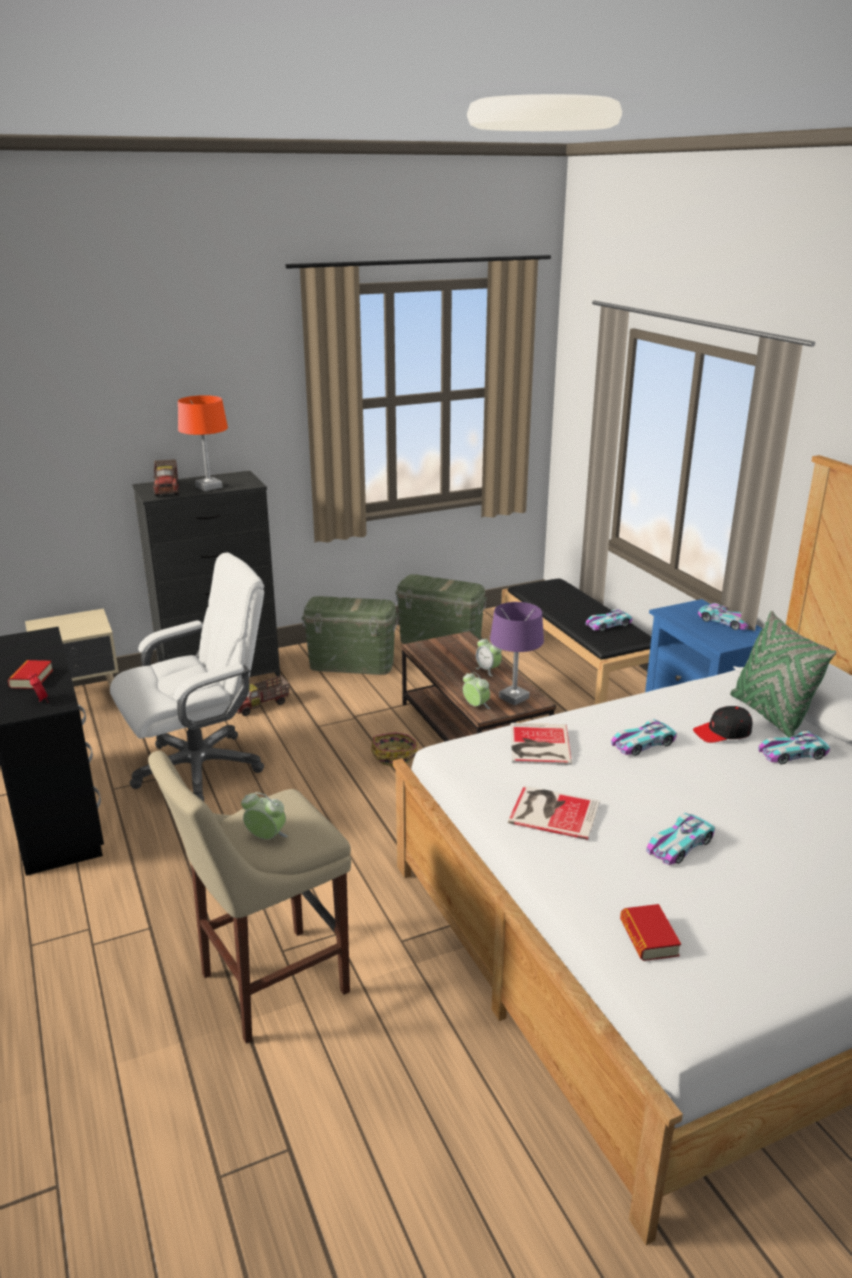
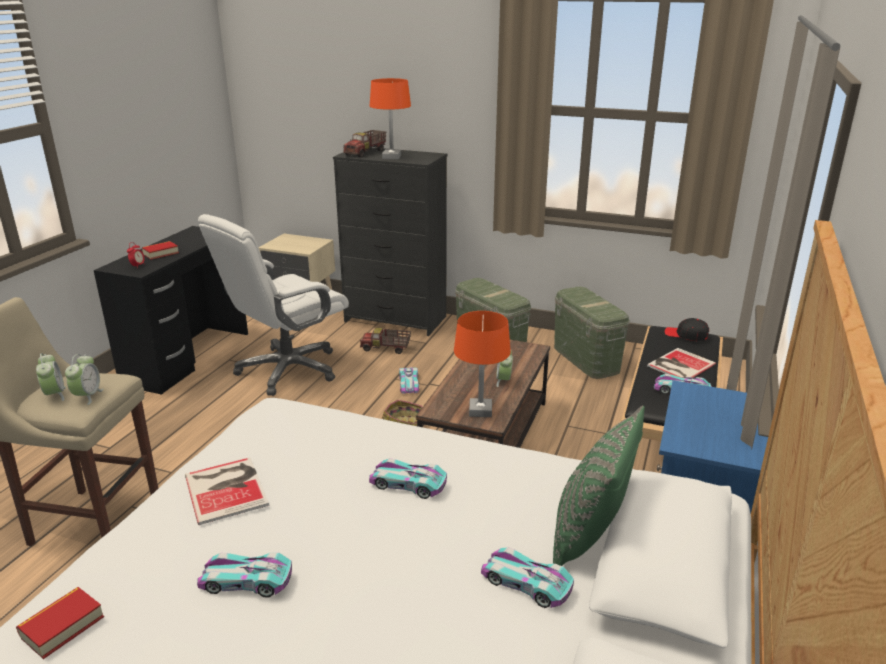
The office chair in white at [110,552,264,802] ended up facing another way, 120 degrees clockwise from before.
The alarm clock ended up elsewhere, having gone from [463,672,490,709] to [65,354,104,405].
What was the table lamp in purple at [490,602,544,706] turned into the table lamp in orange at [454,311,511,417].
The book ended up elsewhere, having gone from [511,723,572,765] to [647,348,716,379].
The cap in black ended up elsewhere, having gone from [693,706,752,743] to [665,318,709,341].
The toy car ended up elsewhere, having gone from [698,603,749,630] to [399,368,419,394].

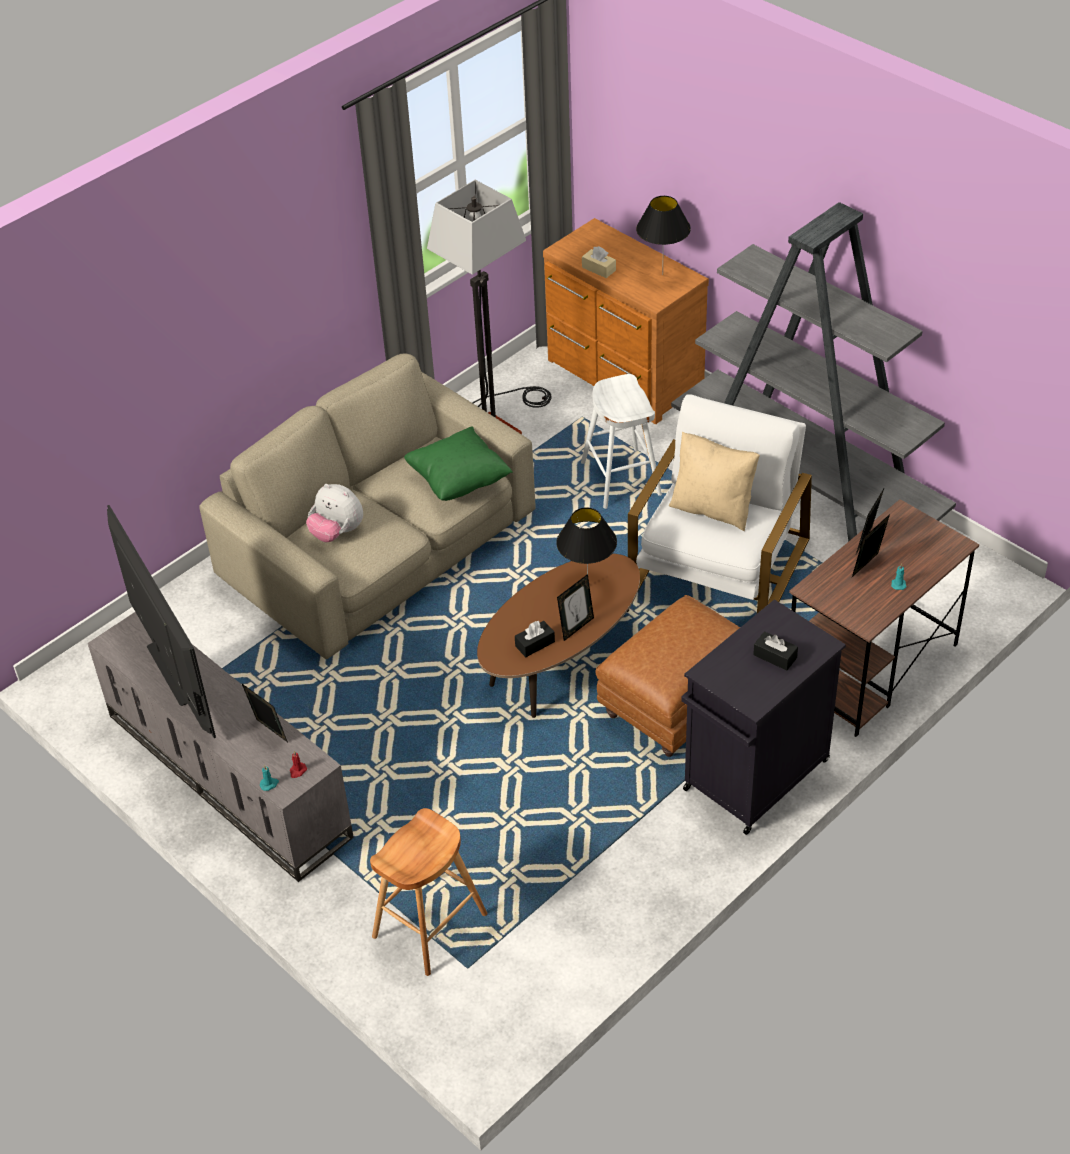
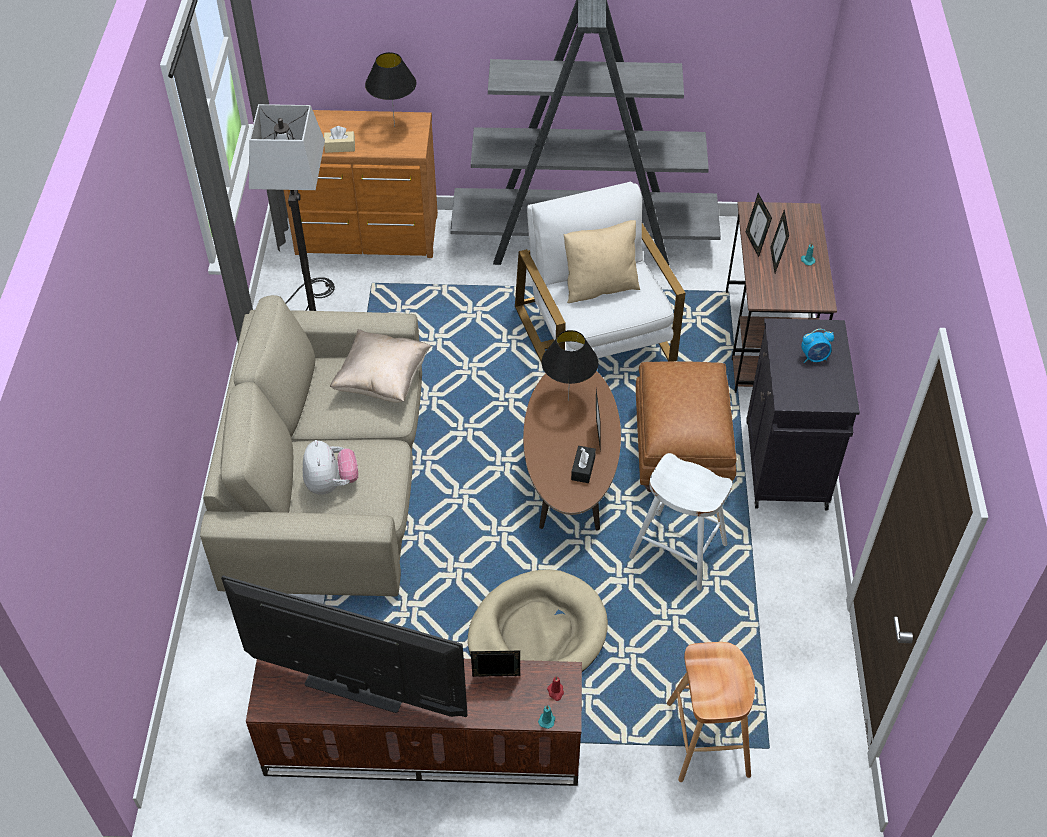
What was the tv stand in grey at [88,612,354,882] turned into the tv stand in brown at [246,659,582,786].
The plush toy at [306,484,363,542] ended up facing another way, 90 degrees counterclockwise from before.
What was the pillow in green at [404,426,513,501] turned into the pillow in beige at [330,329,432,403].
The stool in white ended up elsewhere, having gone from [581,374,662,509] to [629,453,732,591].
Where the tissue box in black stood at [753,631,798,670], the alarm clock came to stand at [801,329,834,363].
The second view gained the dog bed in beige at [468,569,608,672].

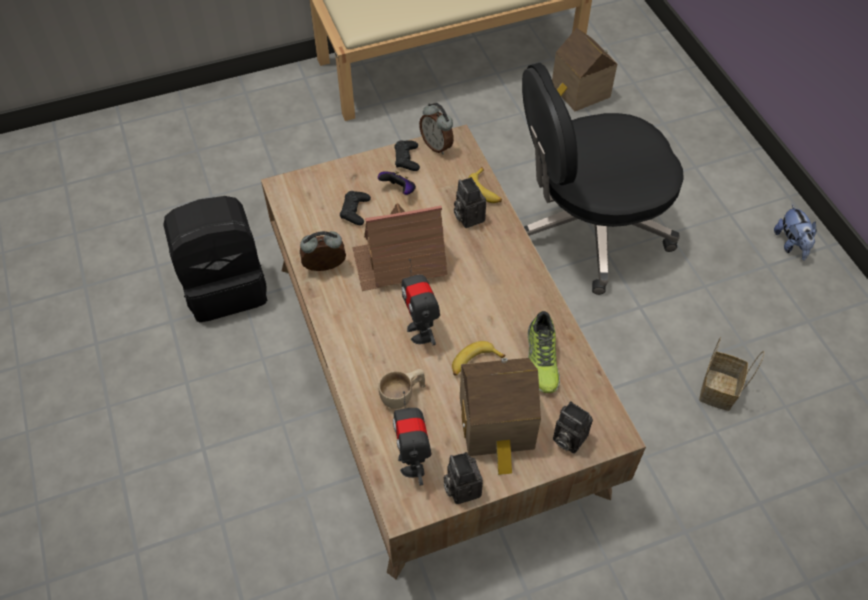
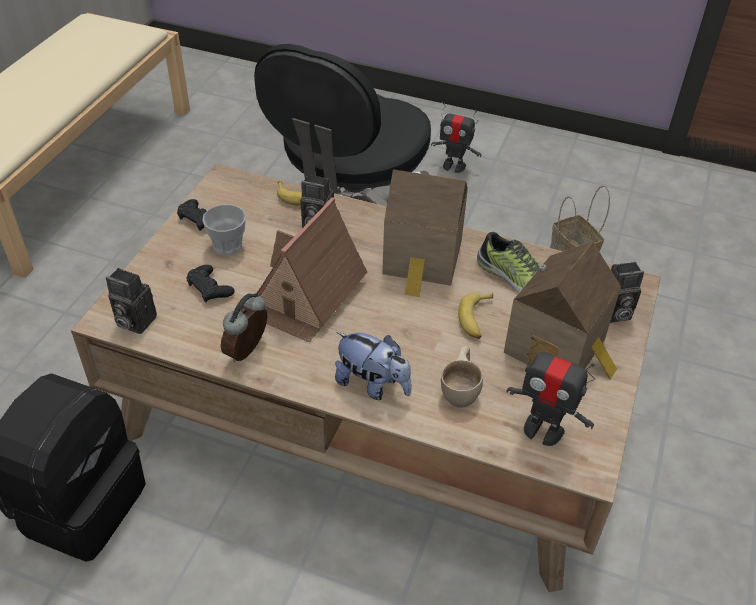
Where the game controller stood at [378,171,416,195], the cup came to stand at [202,204,246,256].
The toy robot ended up elsewhere, having gone from [401,259,440,345] to [431,102,482,173].
The second view lost the alarm clock at [419,103,454,155].
The photo camera ended up elsewhere, having gone from [444,452,483,504] to [106,268,157,334].
The toy house ended up elsewhere, having gone from [552,28,617,111] to [382,169,468,297].
The plush toy ended up elsewhere, having gone from [774,204,816,261] to [335,332,412,400].

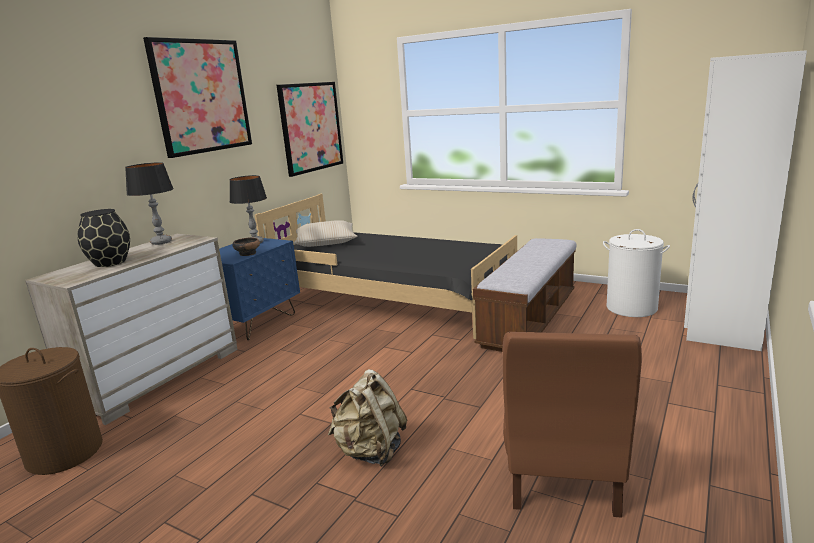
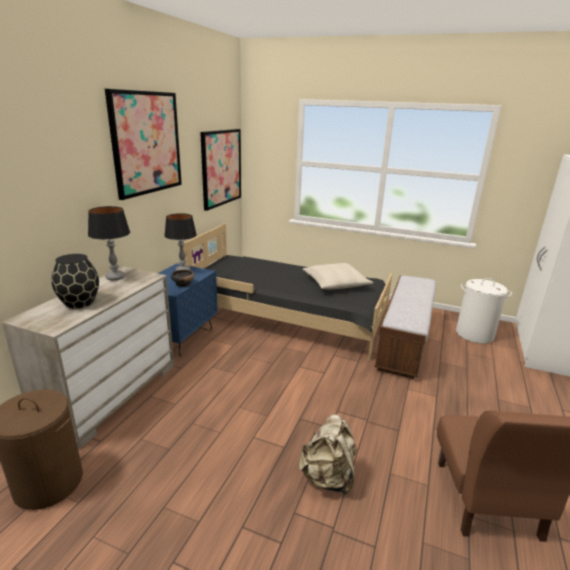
The pillow in beige ended up elsewhere, having gone from [293,220,358,247] to [303,263,373,290].

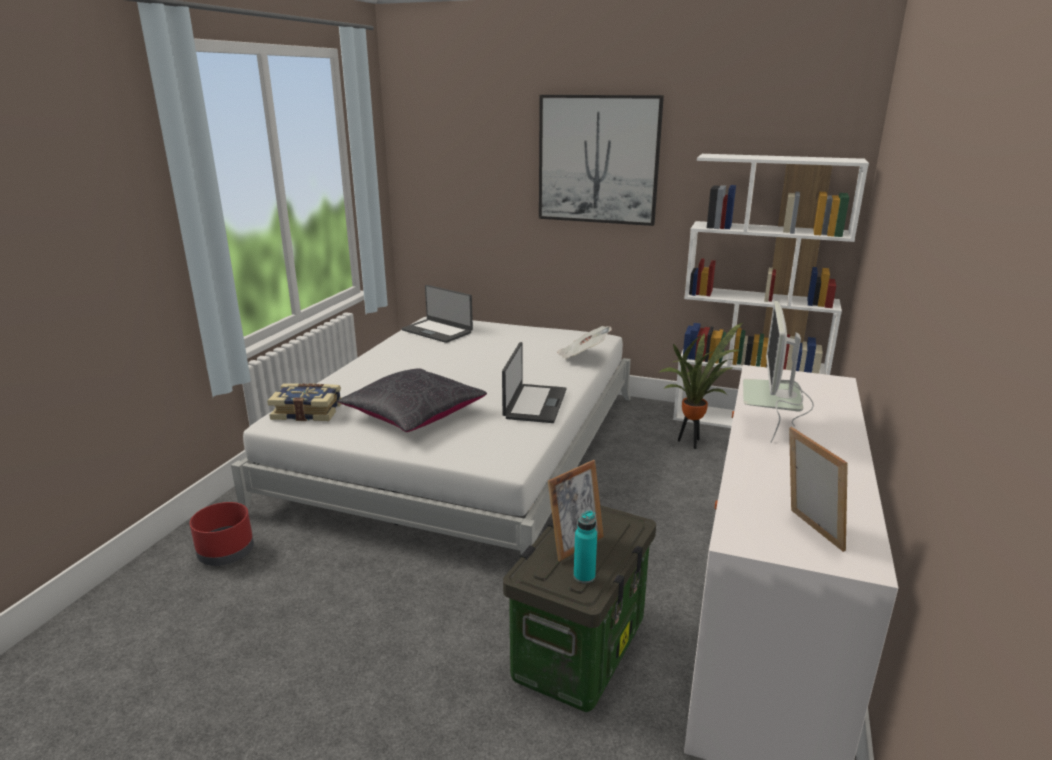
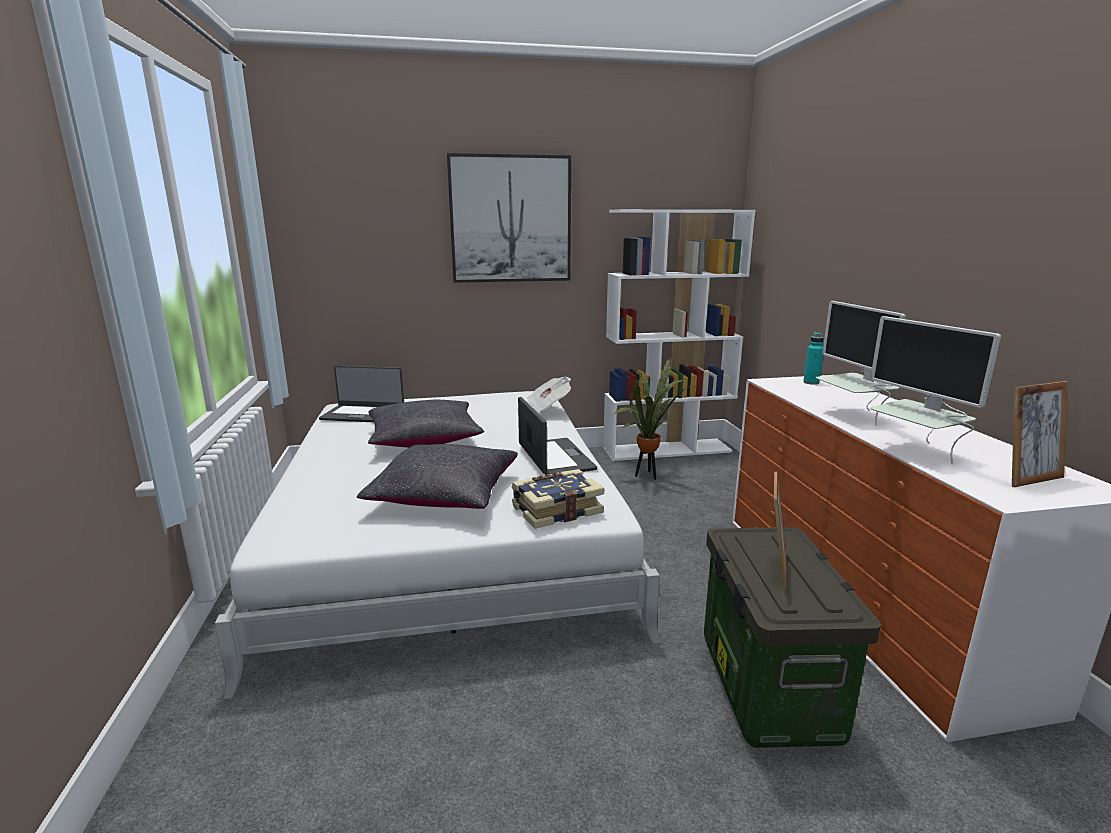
The second view lost the planter in red at [190,502,254,566].
The book ended up elsewhere, having gone from [267,383,342,421] to [512,469,604,529].
The bottle in turquoise ended up elsewhere, having gone from [574,510,597,583] to [803,332,824,385].
The picture frame at [789,427,848,552] ended up facing another way, 120 degrees clockwise from before.
The second view gained the pillow in black at [368,400,484,447].
The second view gained the monitor at [870,316,1001,464].

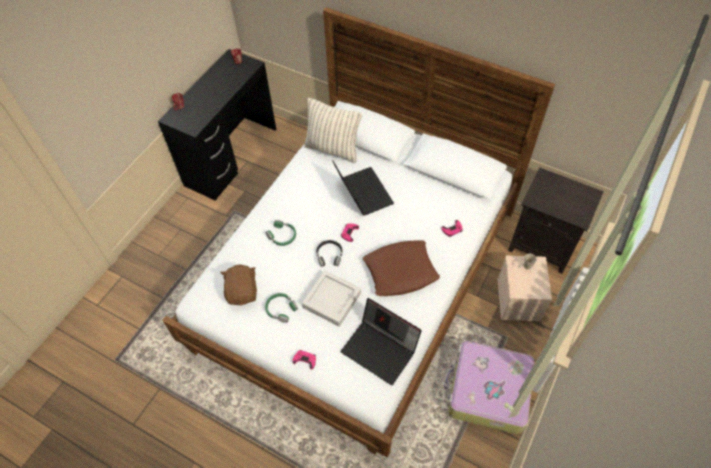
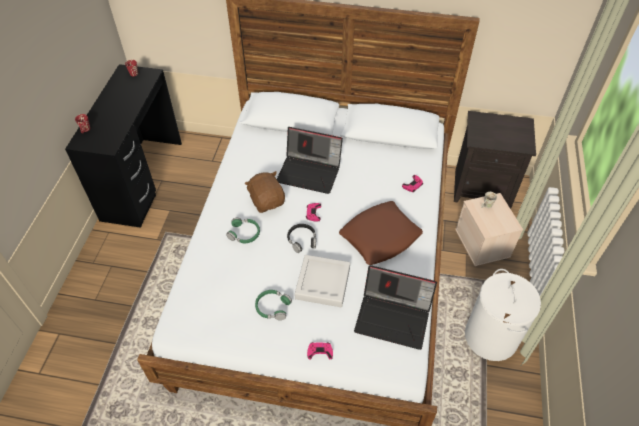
The plush toy in brown ended up elsewhere, having gone from [220,265,257,306] to [244,171,285,213].
The second view lost the pillow at [304,98,362,163].
The laptop at [332,160,394,215] ended up facing another way, 150 degrees clockwise from before.
Where the suitcase stood at [444,341,535,434], the laundry basket in white came to stand at [465,269,541,361].

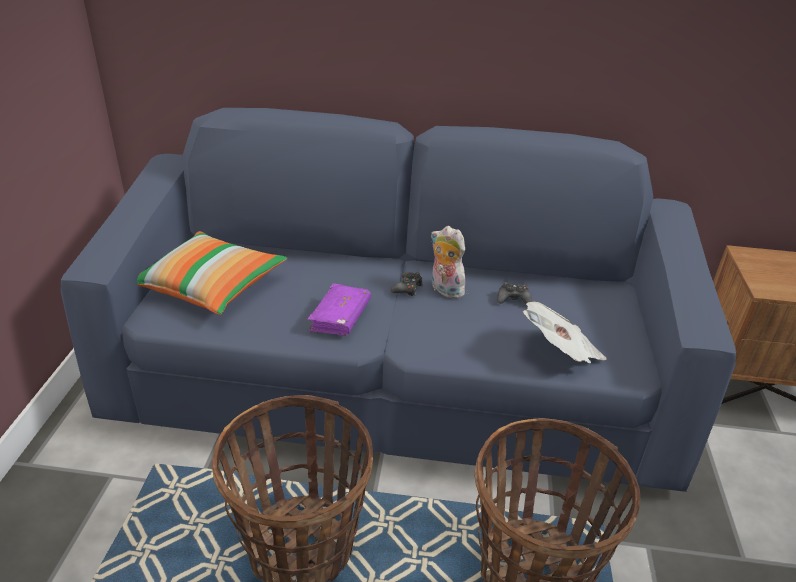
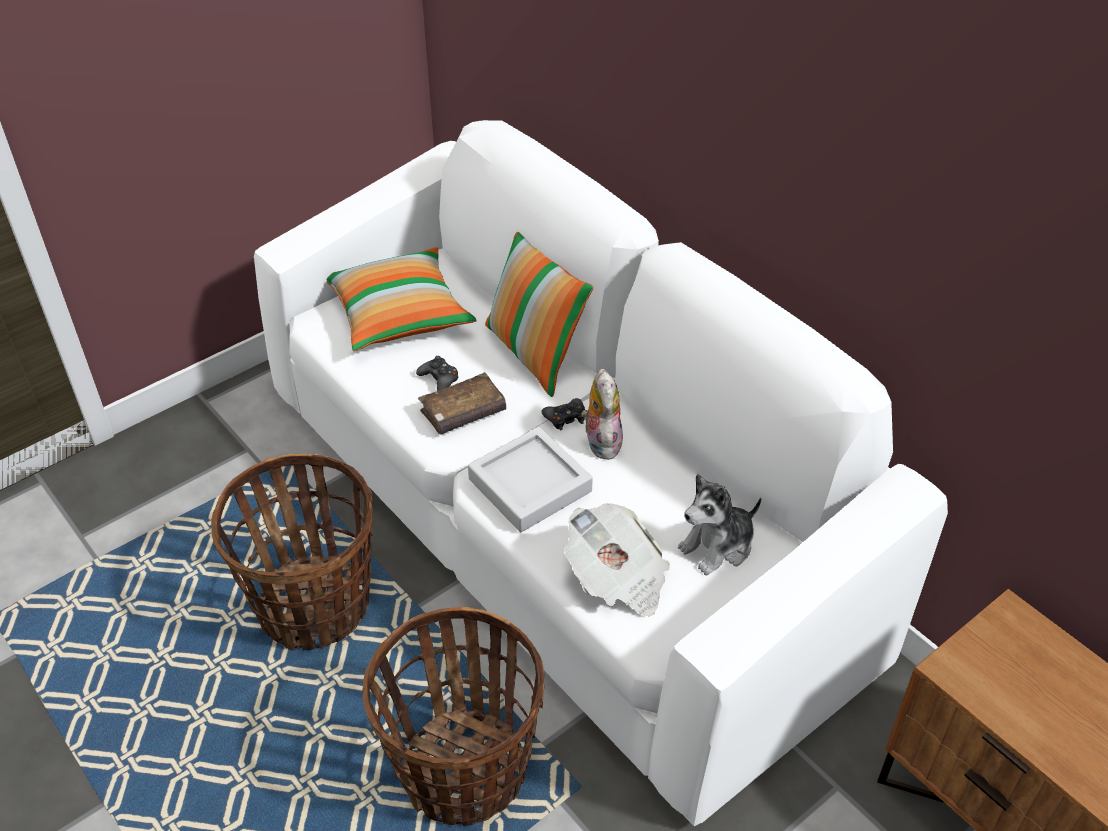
What was the sofa in blue at [61,108,736,492] turned into the sofa in white at [254,120,948,826].
What was the book in purple at [307,283,371,336] turned into the book in brown at [418,372,506,434].
The game controller in black ended up elsewhere, having gone from [497,282,532,304] to [416,356,458,391].
The second view gained the tray in grey at [468,427,593,532].
The second view gained the pillow at [485,232,593,397].
The second view gained the plush toy at [678,474,761,576].

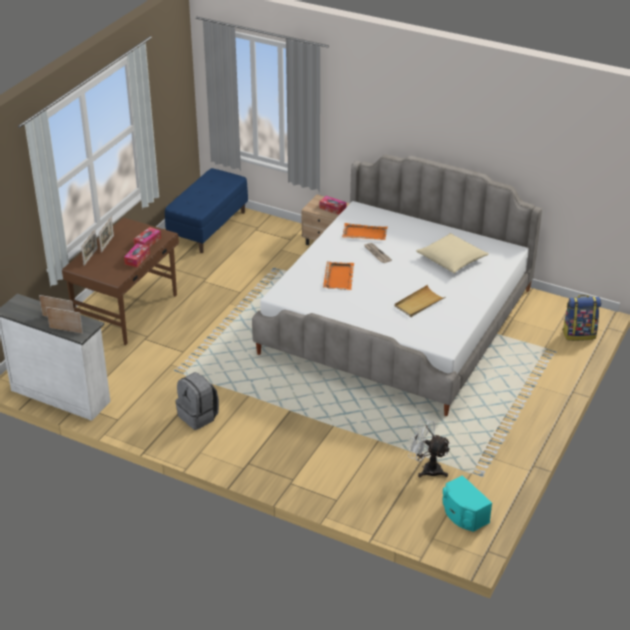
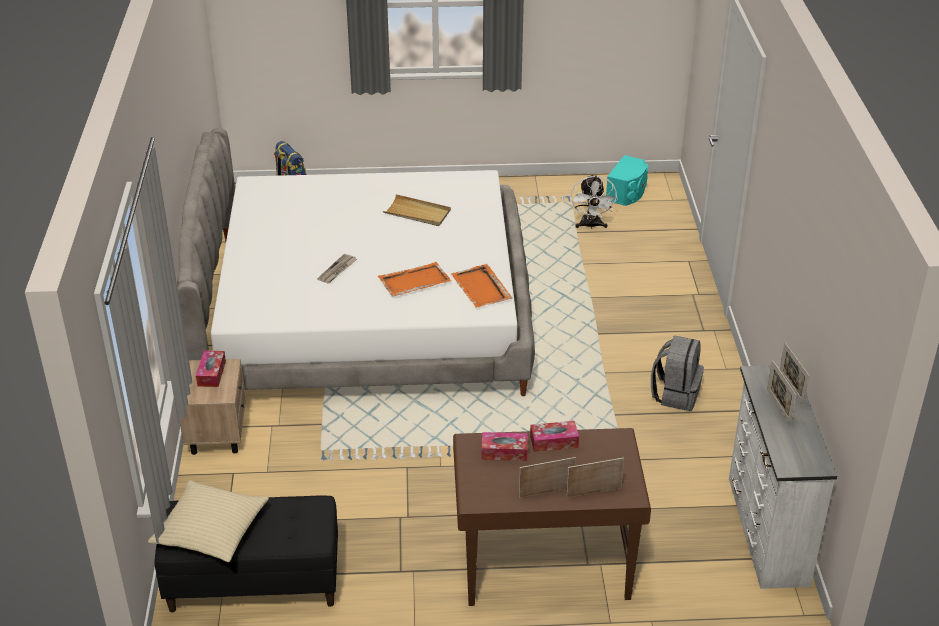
What was the bench in blue at [165,168,248,253] turned into the bench in black at [155,496,338,612].
The tray in orange ended up elsewhere, having gone from [342,223,387,240] to [451,264,512,308].
The pillow in beige ended up elsewhere, having gone from [416,233,489,273] to [148,480,269,562].

